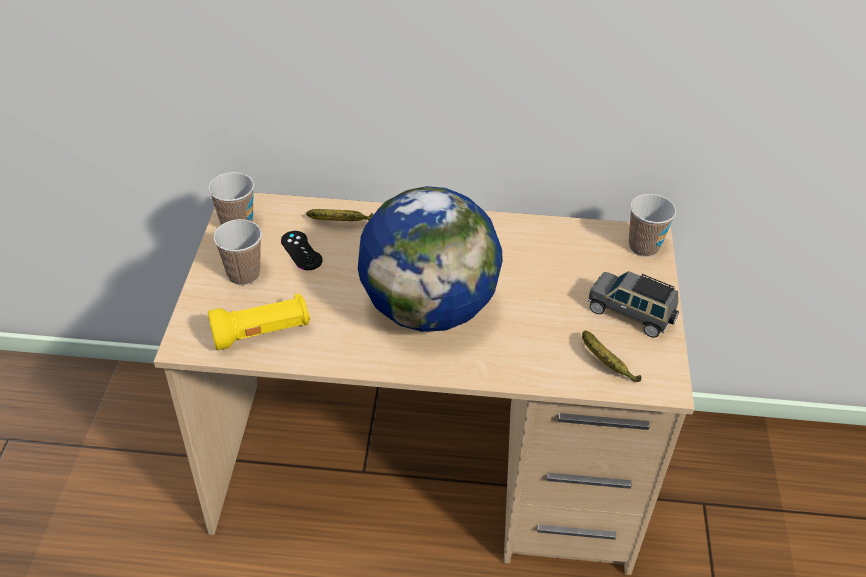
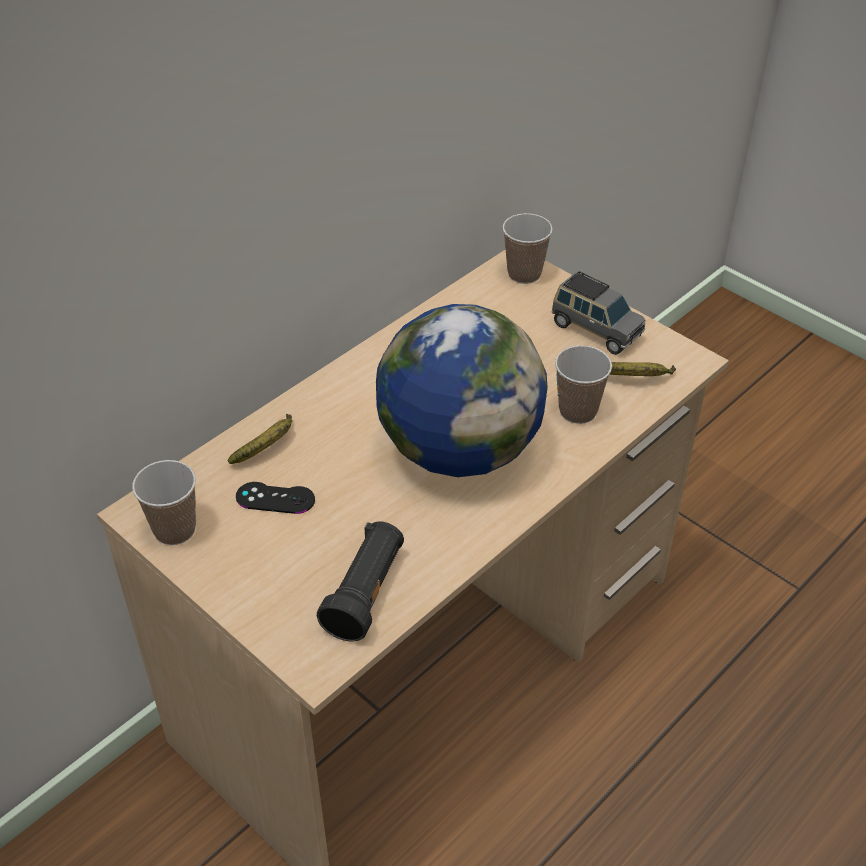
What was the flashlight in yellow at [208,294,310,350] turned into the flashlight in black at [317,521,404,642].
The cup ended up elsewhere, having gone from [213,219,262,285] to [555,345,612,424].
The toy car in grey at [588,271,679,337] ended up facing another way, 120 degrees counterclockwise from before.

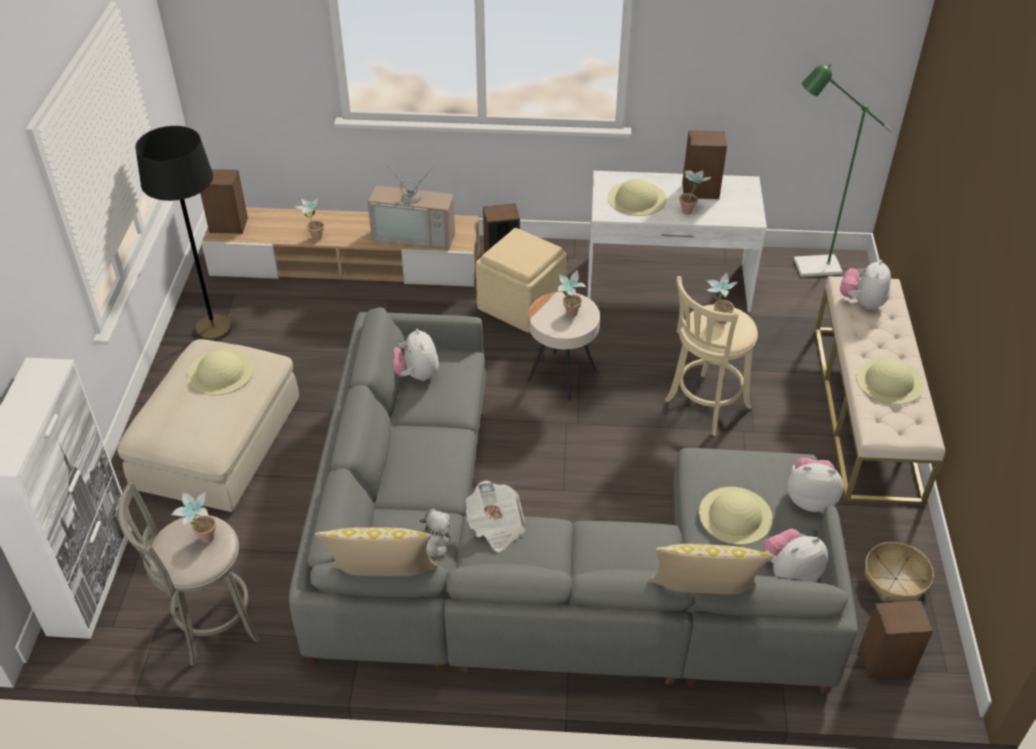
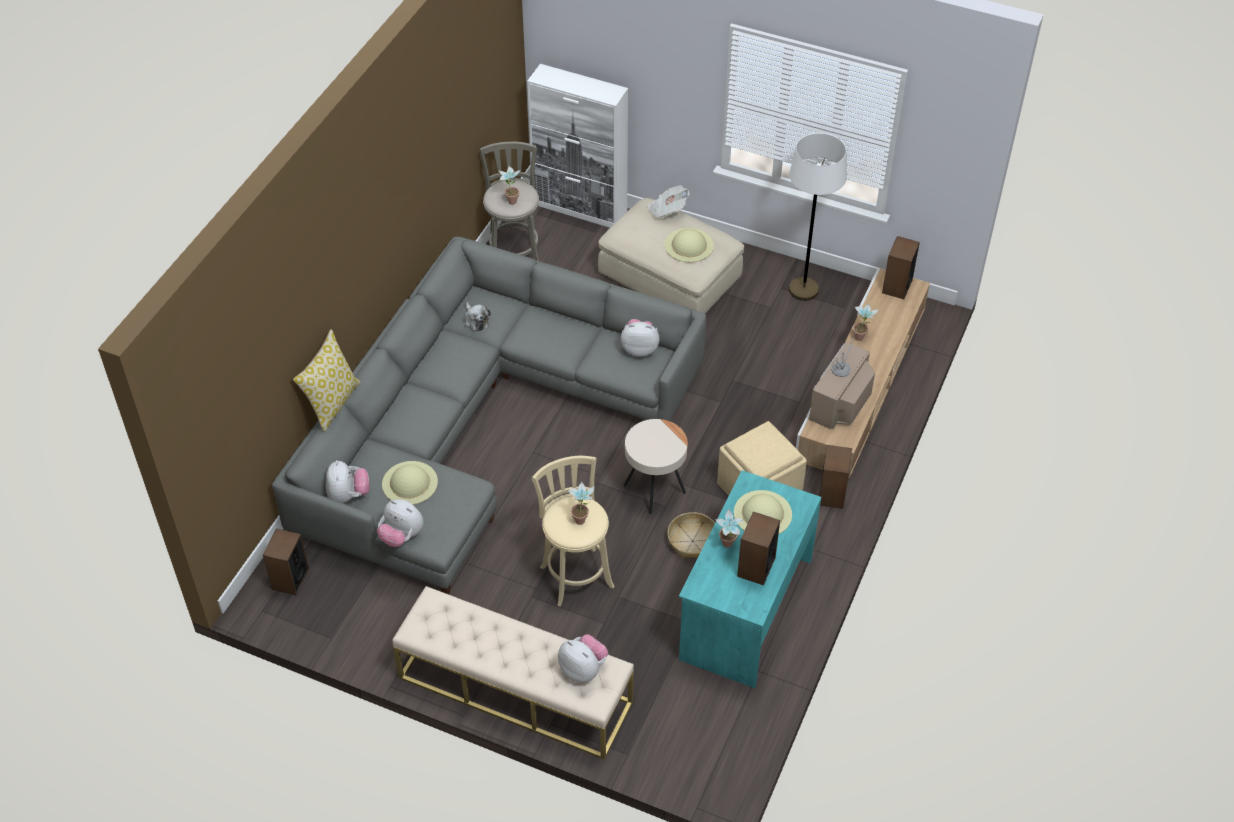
What was the floor lamp in black at [135,126,232,341] turned into the floor lamp in white at [789,133,847,301].
The second view lost the pillow at [315,527,438,576].
The newspaper ended up elsewhere, having gone from [466,480,525,552] to [647,185,690,219].
The second view lost the potted plant at [558,270,586,317].
What was the desk in white at [588,171,767,312] turned into the desk in turquoise at [679,470,821,688].
The plush toy at [787,457,844,512] ended up facing another way, 90 degrees clockwise from before.
The second view lost the floor lamp in green at [794,64,892,277].
The second view lost the hat in beige at [856,358,924,405].
The basket ended up elsewhere, having gone from [864,542,934,601] to [667,512,715,559].

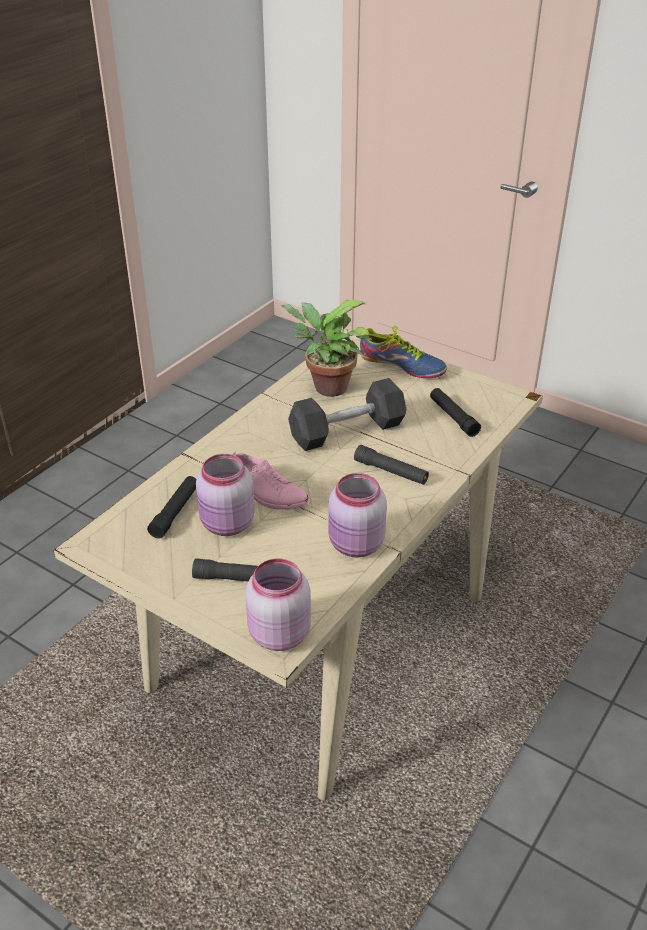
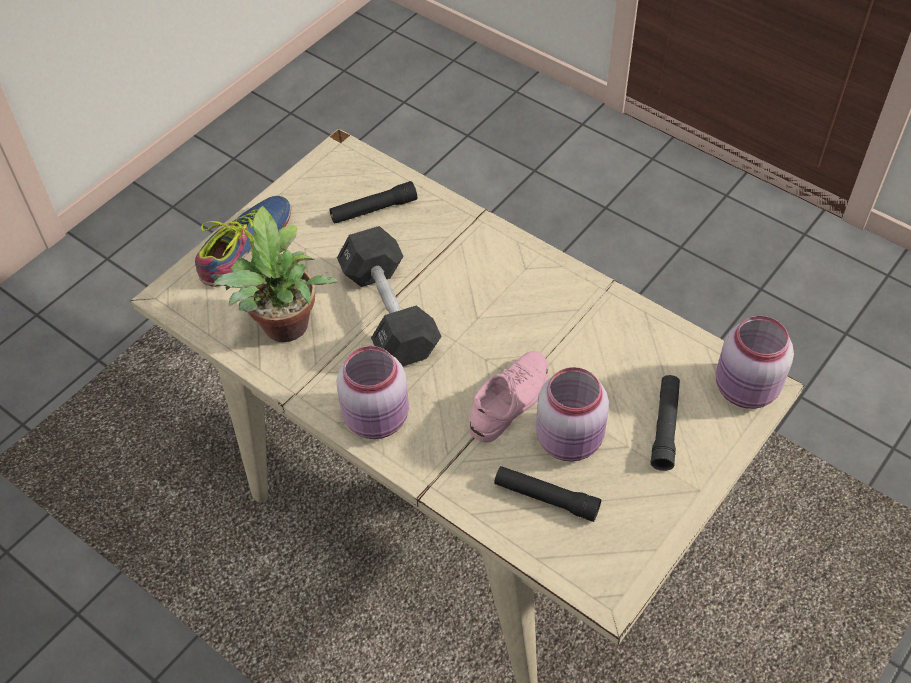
The jar in pink ended up elsewhere, having gone from [328,473,387,557] to [337,346,409,439].
The second view lost the flashlight in black at [354,445,429,485].

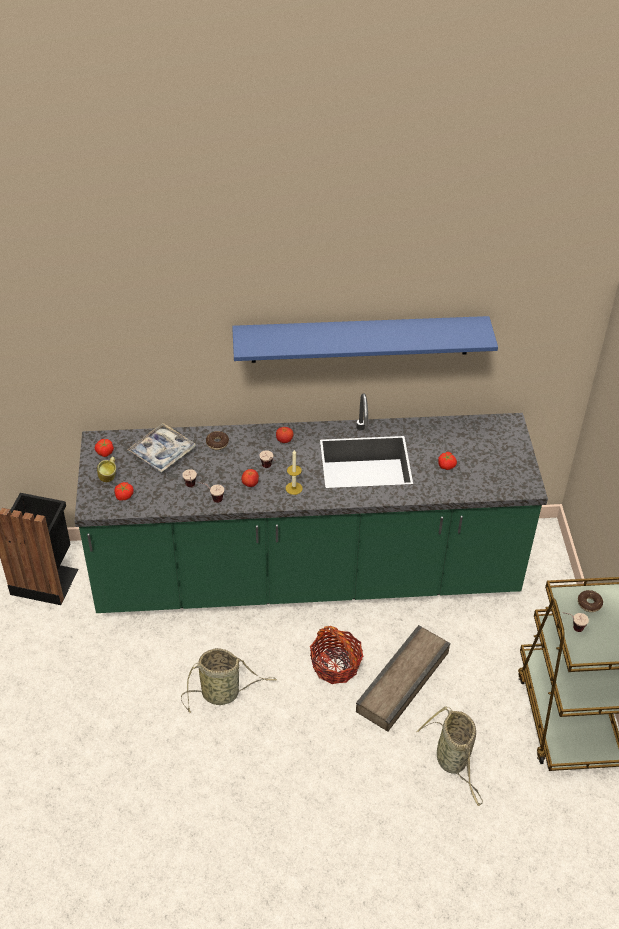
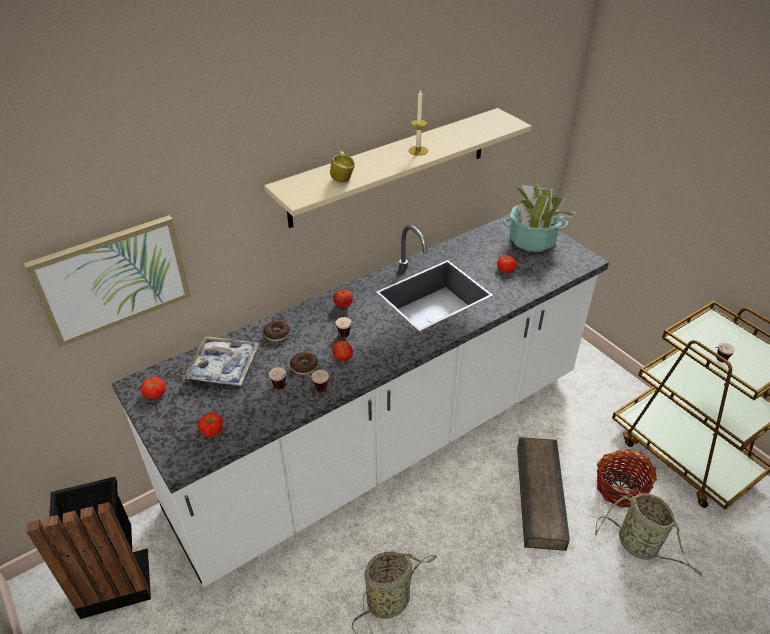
What was the counter in green at [75,393,548,613] turned into the counter in white at [112,214,609,587].
The mug ended up elsewhere, having gone from [97,457,116,482] to [330,151,355,183].
What was the shelf in blue at [232,316,498,363] turned into the shelf in beige at [264,108,532,228].
The candle ended up elsewhere, having gone from [286,450,303,495] to [409,89,428,156].
The basket ended up elsewhere, having gone from [310,626,363,684] to [597,449,657,508].
The donut ended up elsewhere, having gone from [578,590,603,612] to [290,352,318,375].
The second view gained the picture at [23,215,191,347].
The second view gained the potted plant at [503,184,576,252].

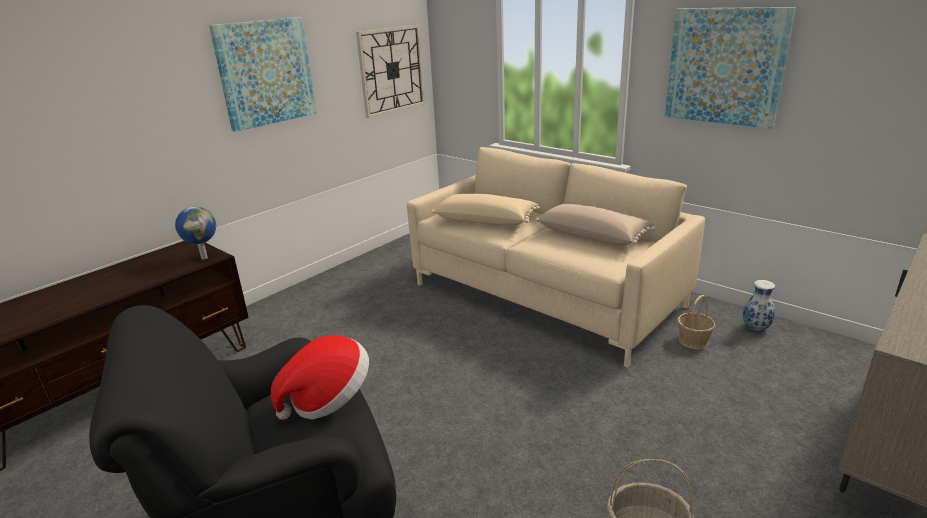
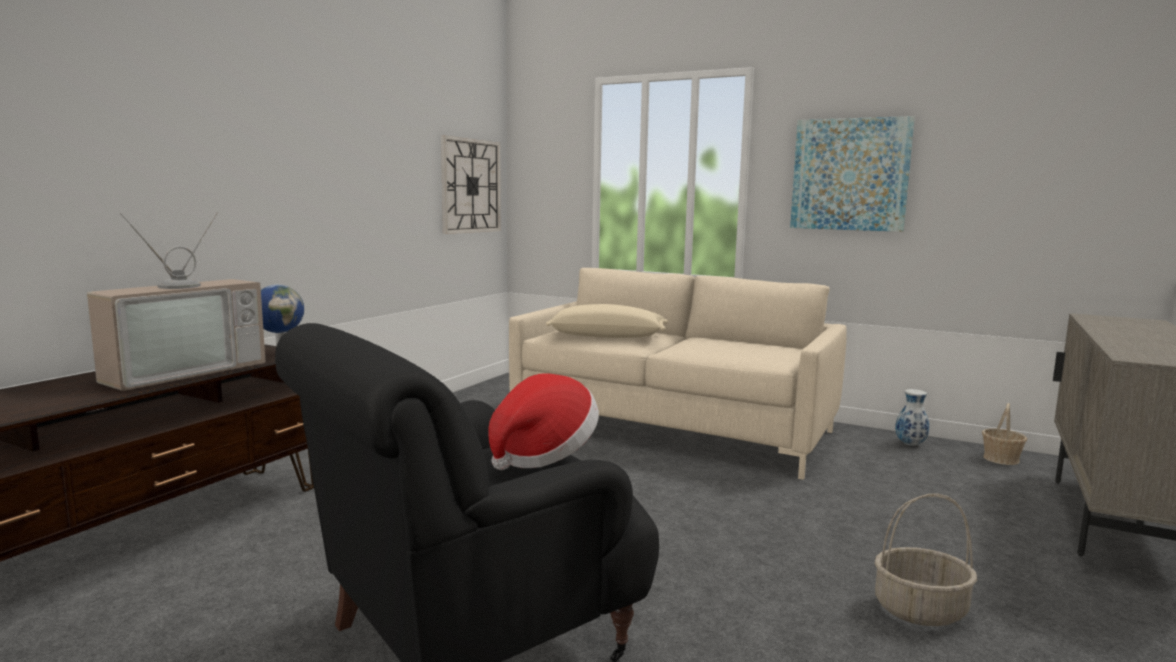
The second view lost the picture at [209,17,317,132].
The second view lost the pillow in beige at [535,204,655,245].
The basket ended up elsewhere, having gone from [677,295,715,349] to [982,403,1027,465].
The second view gained the television at [87,212,266,391].

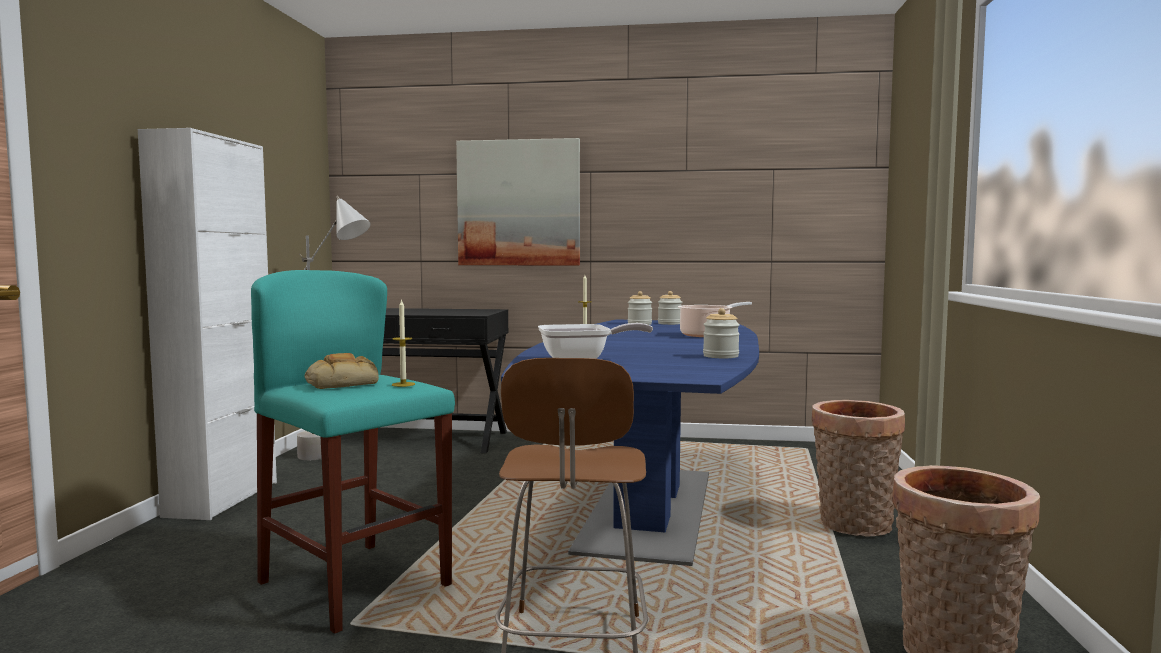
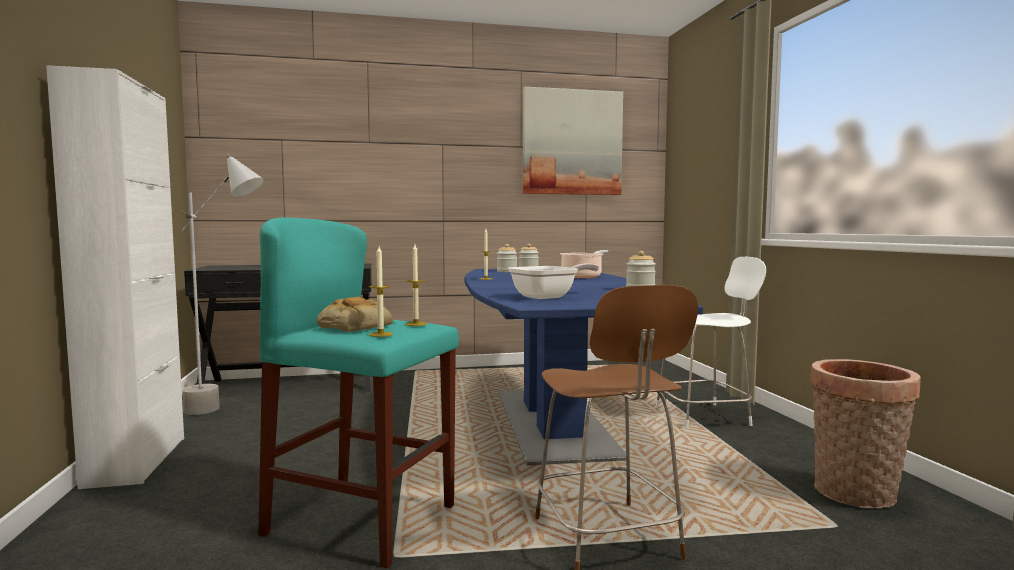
The picture ended up elsewhere, having gone from [456,138,580,265] to [523,87,623,195].
Where the basket stood at [812,400,905,537], the chair in white came to stand at [656,257,766,429].
The second view gained the candle at [369,246,393,337].

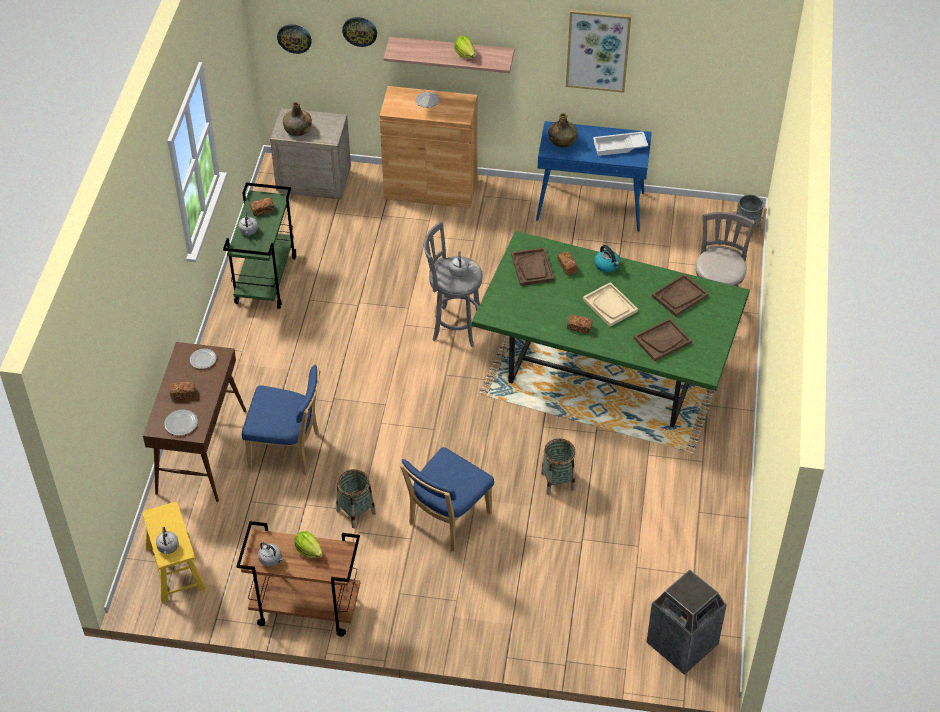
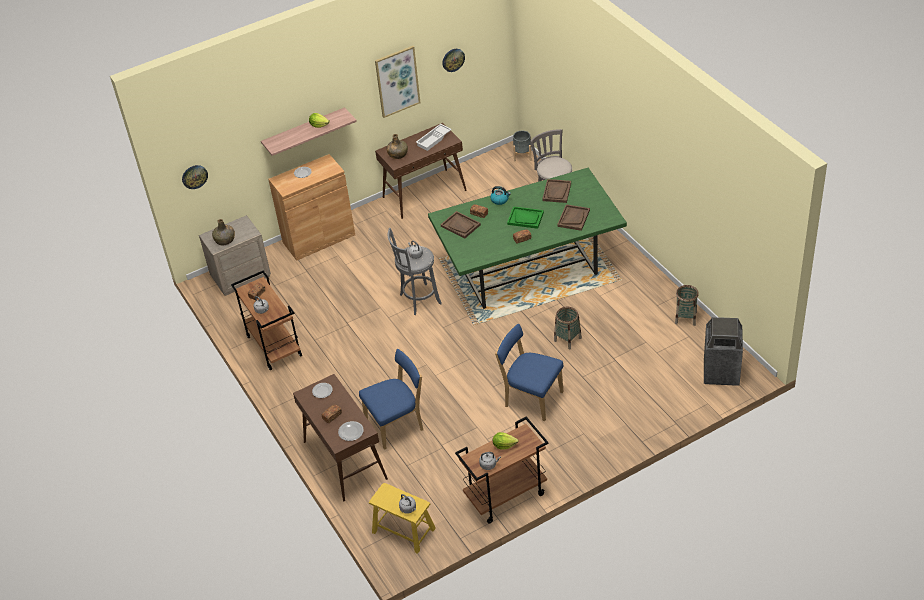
What was the cart in green at [223,183,296,309] turned into the cart in brown at [231,271,302,370].
The basket ended up elsewhere, having gone from [336,469,376,528] to [675,285,699,326].
The wall clock ended up elsewhere, having gone from [342,17,377,47] to [443,49,465,72].
The chair in blue at [400,447,494,551] ended up facing another way, 120 degrees clockwise from before.
What was the console table in blue at [536,121,652,232] turned into the console table in brown at [375,123,467,219].
What was the tray in beige at [583,282,638,327] turned into the tray in green at [507,206,544,229].

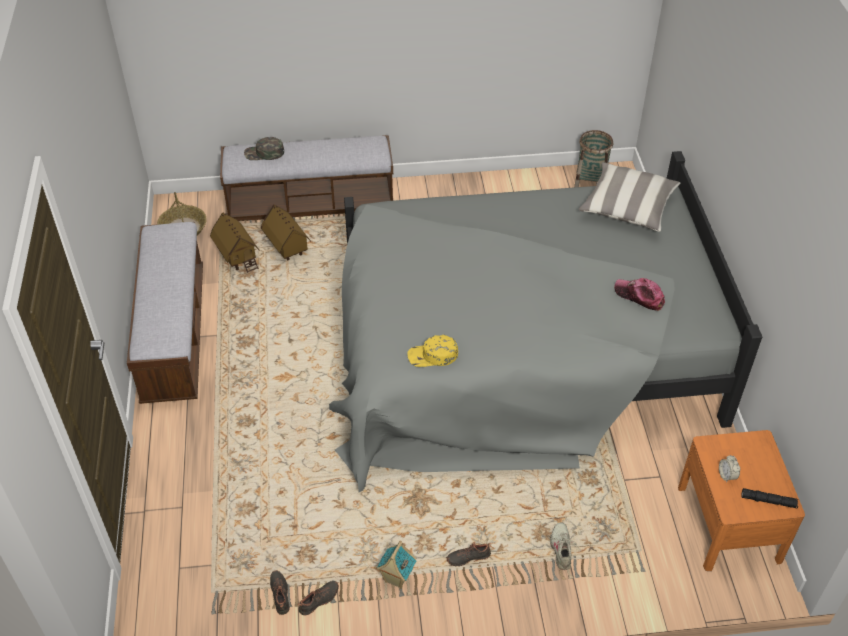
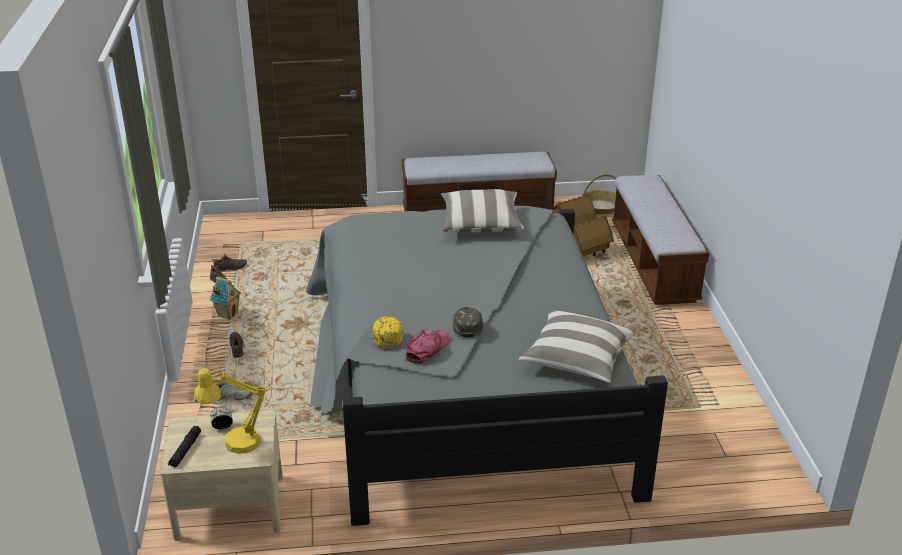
The cap in green ended up elsewhere, having gone from [244,137,284,160] to [453,307,483,337].
The cap in yellow ended up elsewhere, having gone from [407,335,458,367] to [373,316,403,347].
The second view lost the basket at [574,130,613,187].
What was the nightstand in orange at [678,430,805,571] turned into the nightstand in beige at [160,411,283,541].
The second view gained the table lamp in yellow at [194,368,266,453].
The second view gained the pillow at [441,189,524,232].

